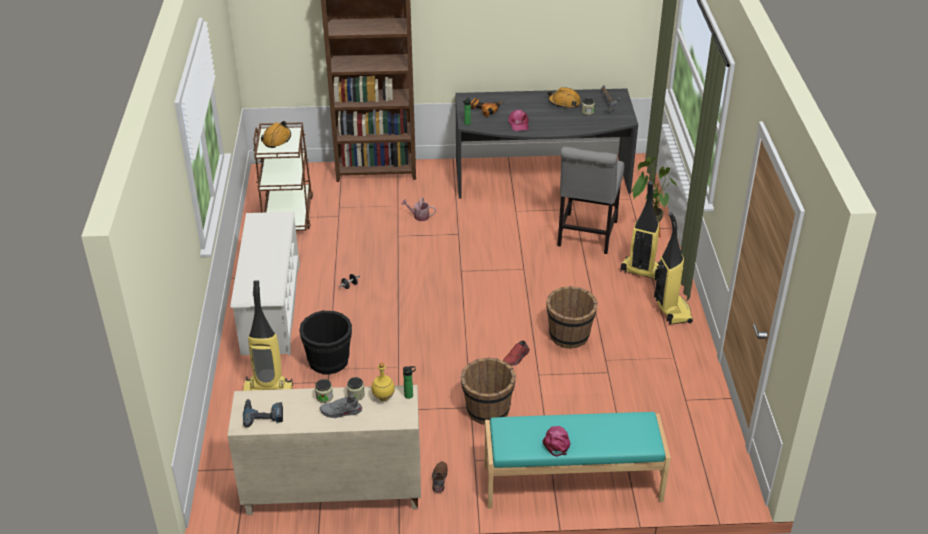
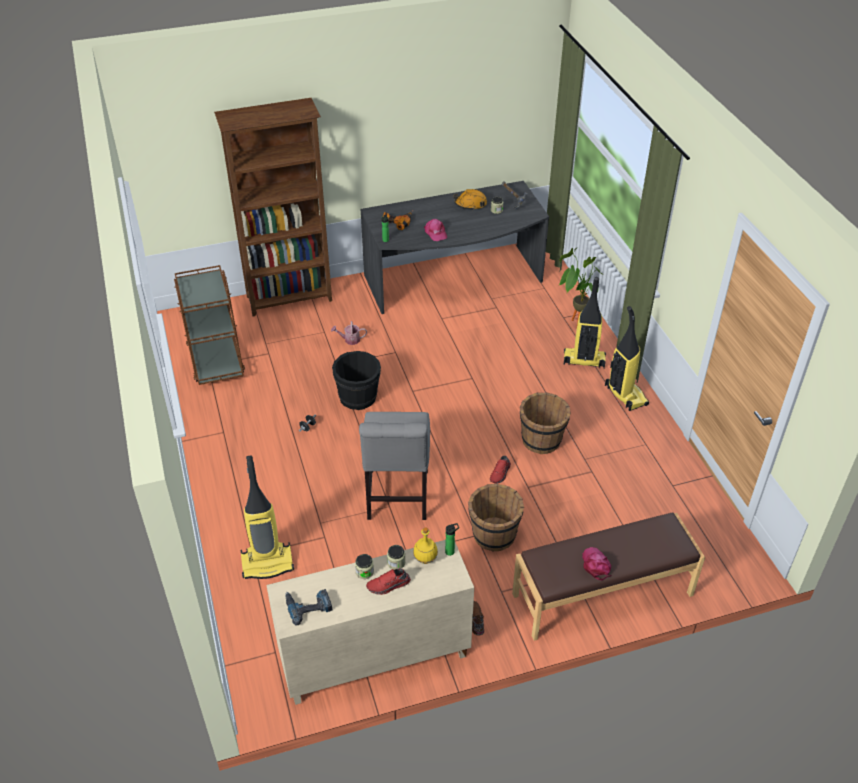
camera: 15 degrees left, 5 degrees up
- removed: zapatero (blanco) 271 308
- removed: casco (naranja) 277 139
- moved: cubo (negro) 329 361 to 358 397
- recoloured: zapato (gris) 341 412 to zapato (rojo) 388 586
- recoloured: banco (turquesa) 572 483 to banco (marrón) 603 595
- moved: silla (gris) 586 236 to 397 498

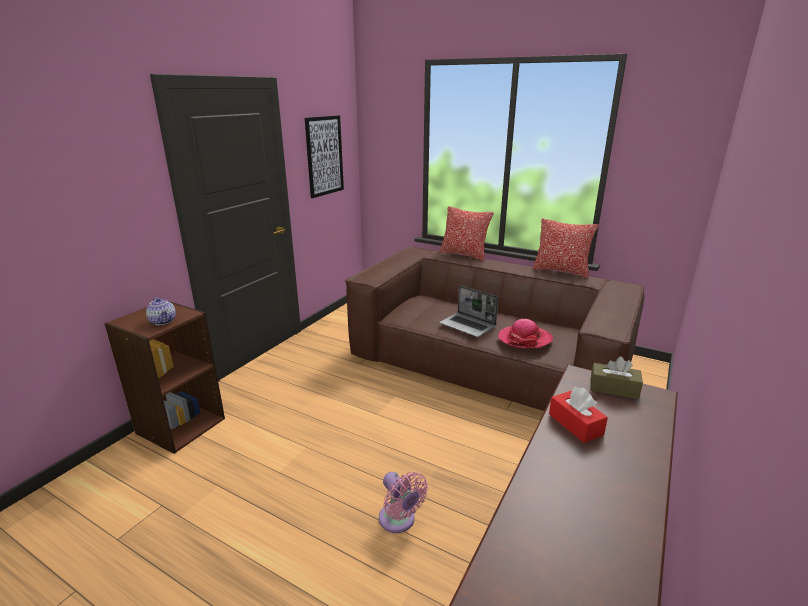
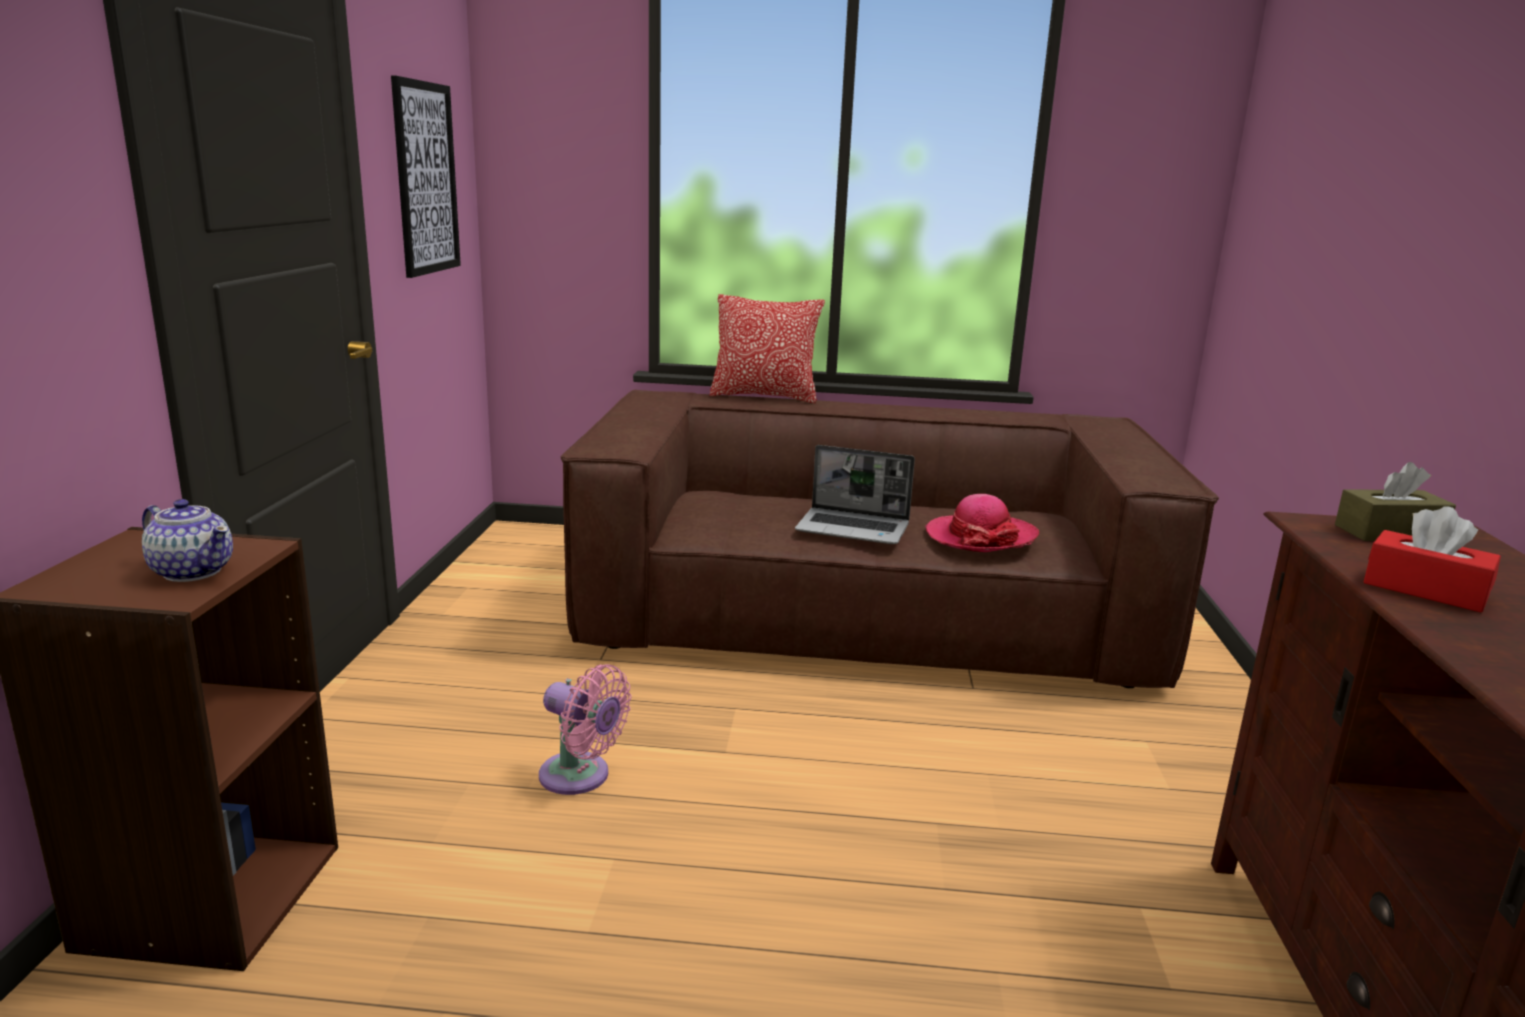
camera: 25 degrees left, 5 degrees down
- moved: ventilador (rosa) 399 521 to 580 777
- removed: cojín 561 271

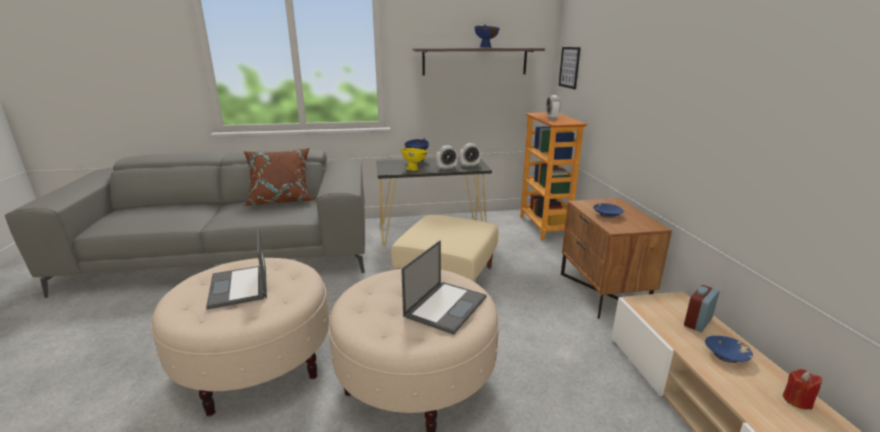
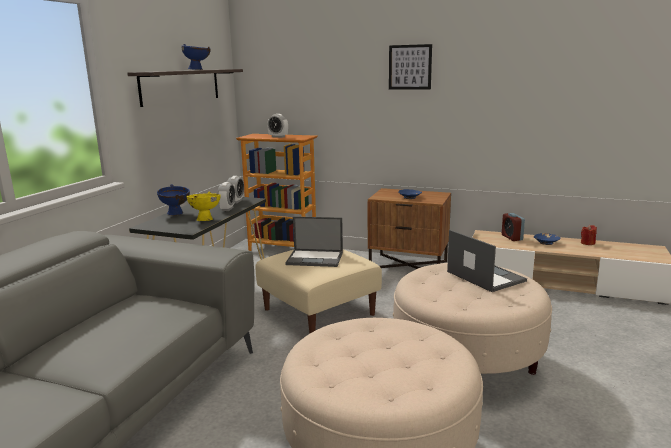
camera: 60 degrees left, 5 degrees down
- moved: portátil 239 287 to 315 258
- removed: cojín (marrón) 281 200
- moved: cuadro 569 67 to 410 67

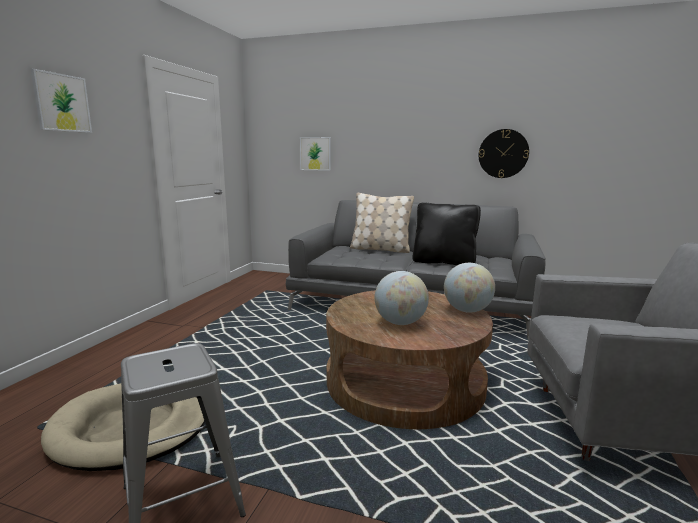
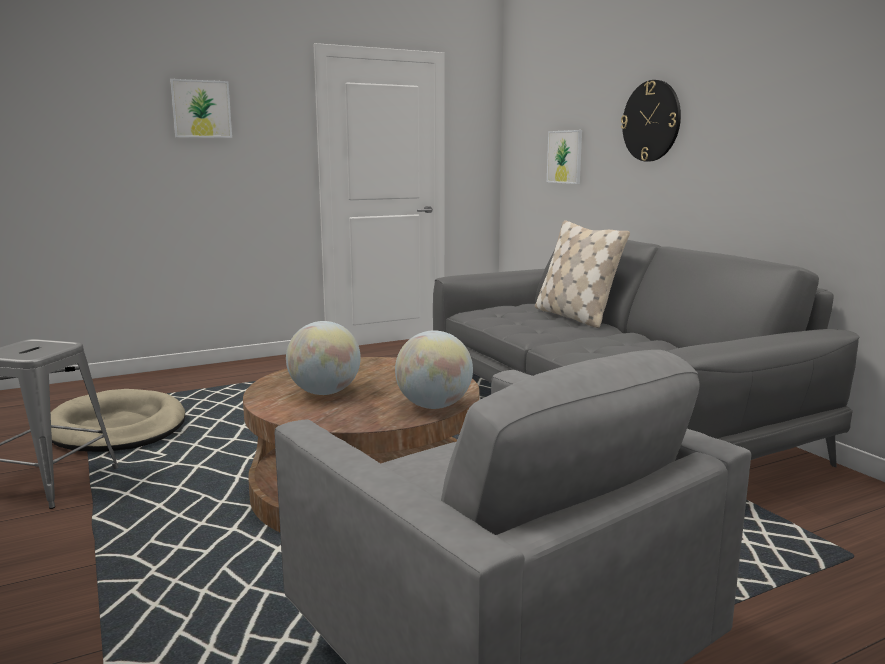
camera: 45 degrees right, 0 degrees up
- removed: cojín (negro) 443 262
- moved: reloj de pared 503 153 to 651 121

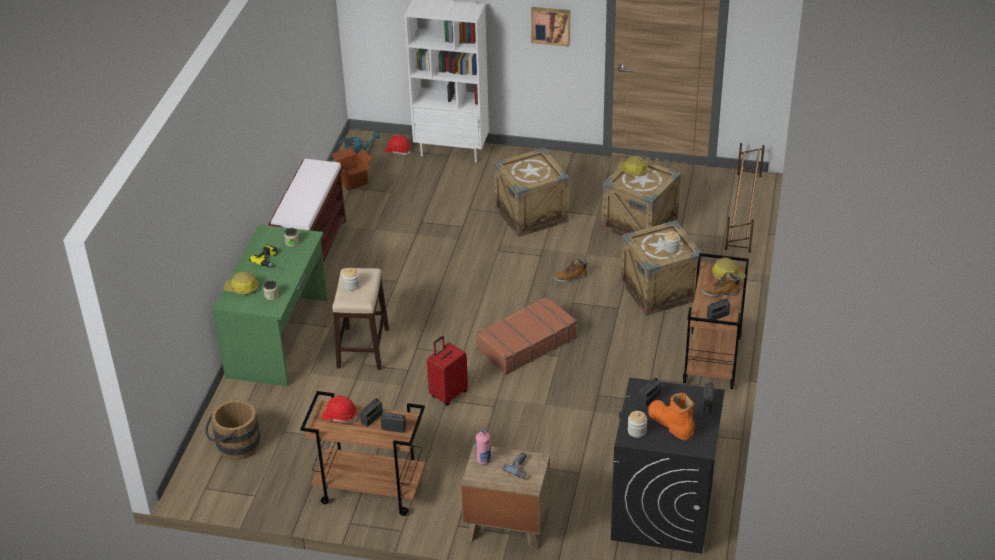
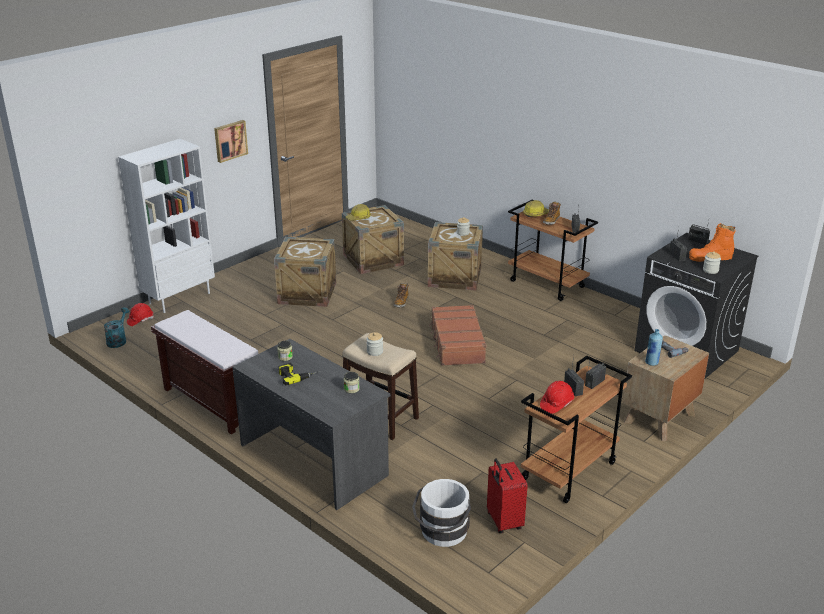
camera: 60 degrees left, 10 degrees down
- recoloured: cubo (marrón) 234 445 to cubo (blanco) 442 534
- recoloured: escritorio (verde) 279 337 to escritorio (gris) 314 459
- removed: casco 242 288
- removed: caja de cartón 353 181
- moved: maleta (rojo) 448 394 to 503 522
- recoloured: botella (rosa) 483 460 to botella (azul) 652 363
- removed: zapatero (marrón) 743 212

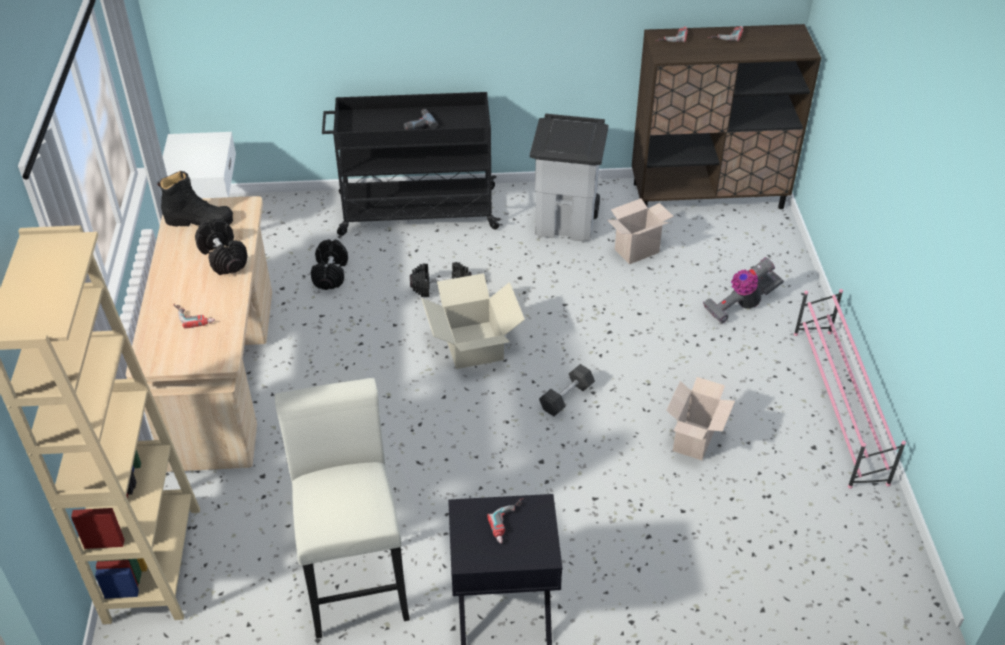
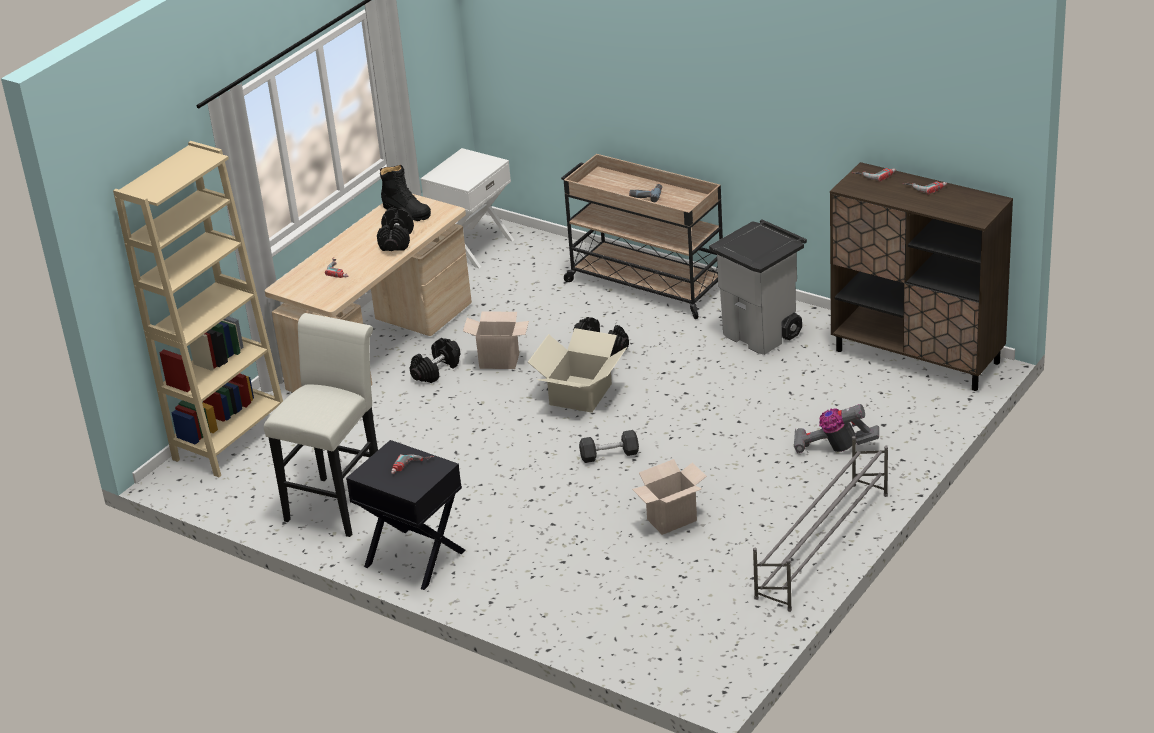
camera: 40 degrees right, 10 degrees down
- moved: mancuerna (negro) 331 274 to 436 370
- recoloured: carrito (negro) 416 211 to carrito (beis) 645 284
- moved: caja de cartón 637 250 to 500 361
- recoloured: zapatero (rosa) 838 405 to zapatero (gris) 821 546

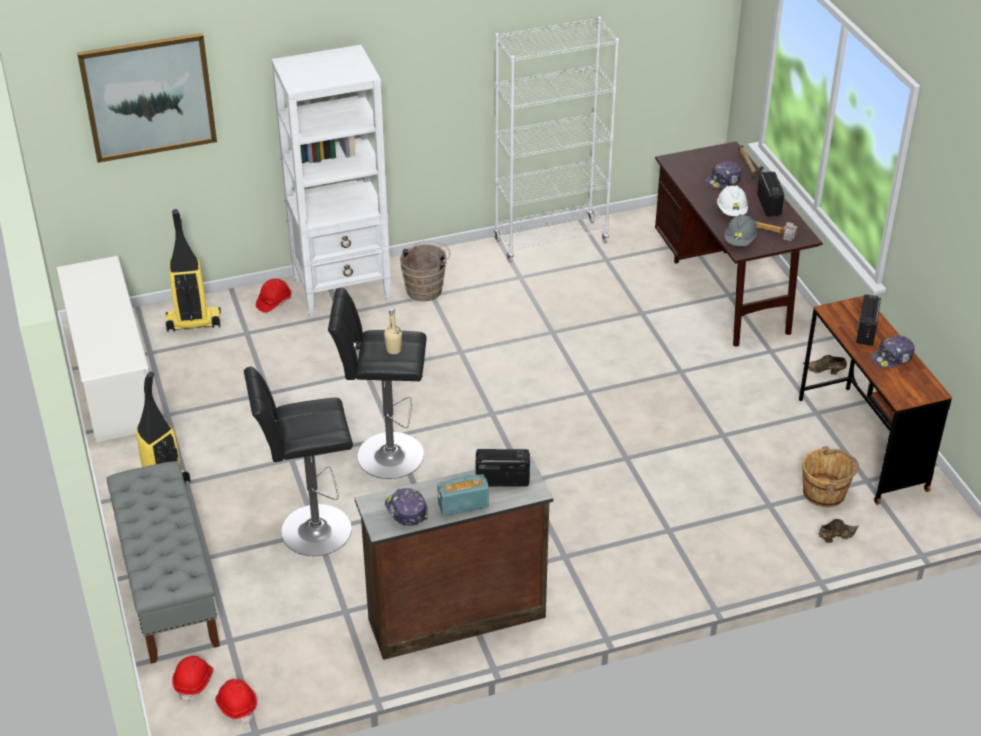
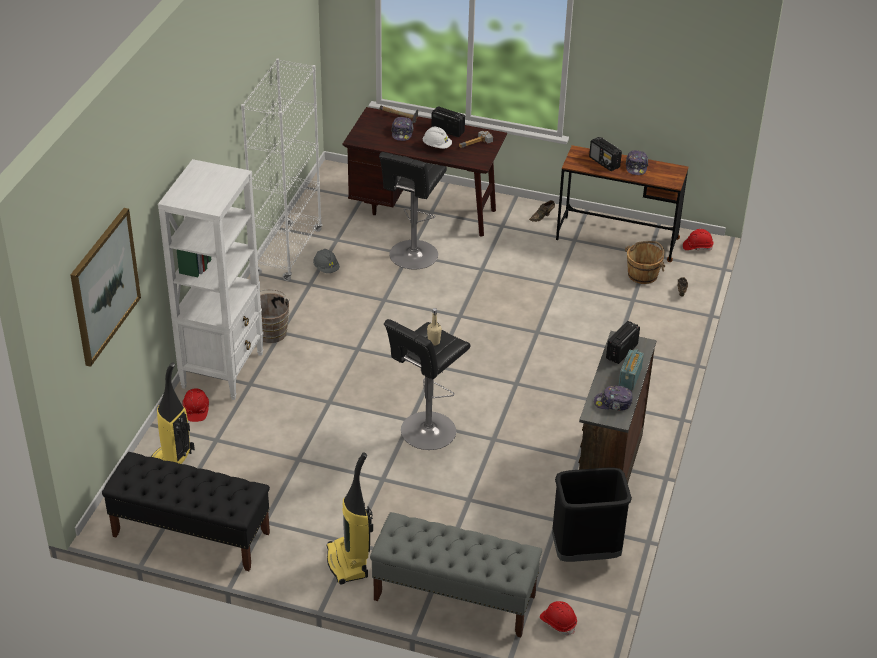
camera: 55 degrees left, 0 degrees up
- replaced: zapatero (blanco) 113 380 to banco (negro) 190 534
- moved: casco (rojo) 237 705 to 697 247
- moved: taburete (negro) 310 531 to 412 256
- moved: casco (gris) 740 240 to 326 268
- added: papelera (negro) 586 552

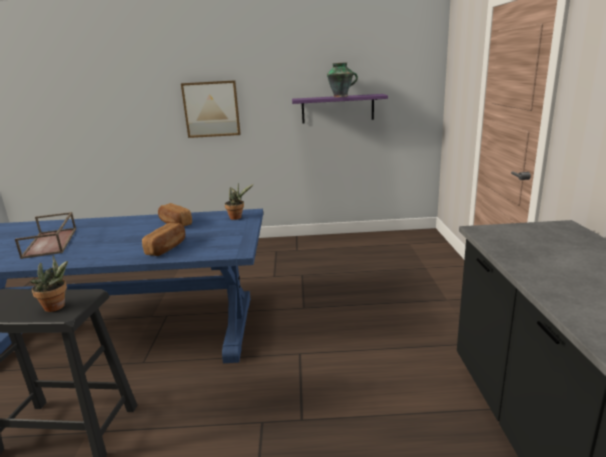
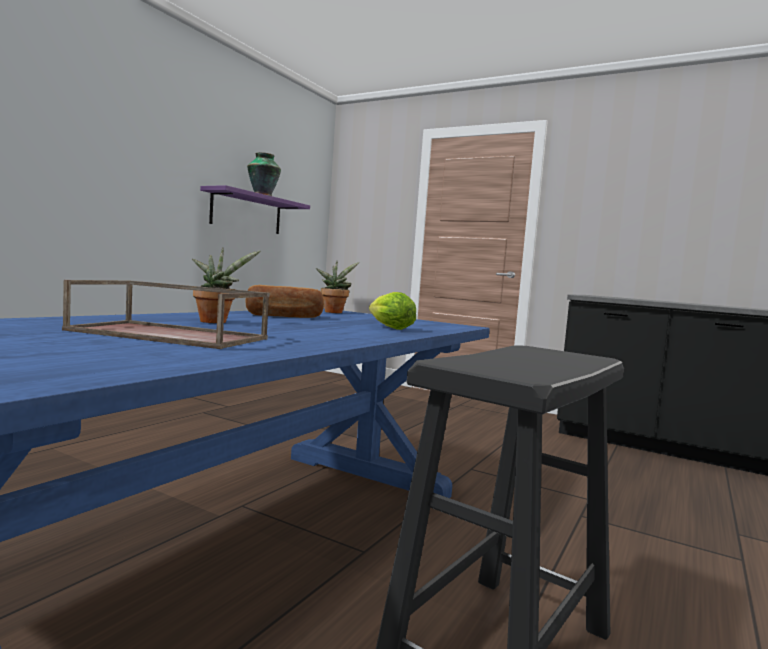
camera: 60 degrees left, 15 degrees down
- moved: planta en maceta 58 307 to 216 321
- replaced: pan 167 248 to lechuga 388 328
- removed: cuadro 211 109

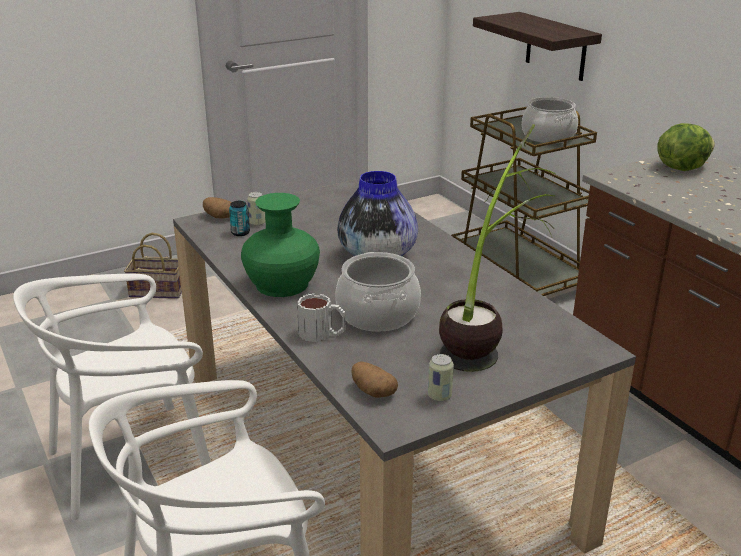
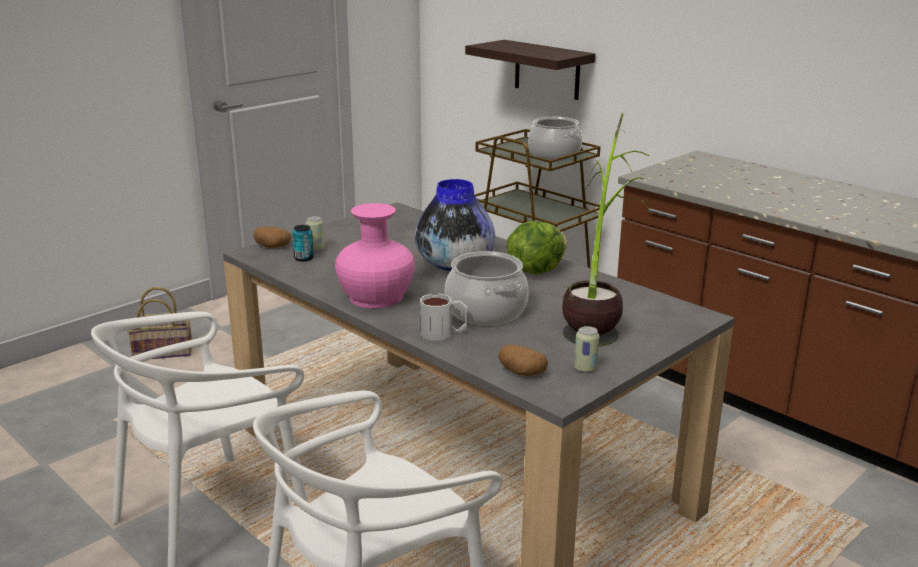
camera: 15 degrees left, 5 degrees down
- recoloured: florero (verde) 282 284 to florero (rosa) 376 297
- moved: lechuga 681 167 to 535 270

